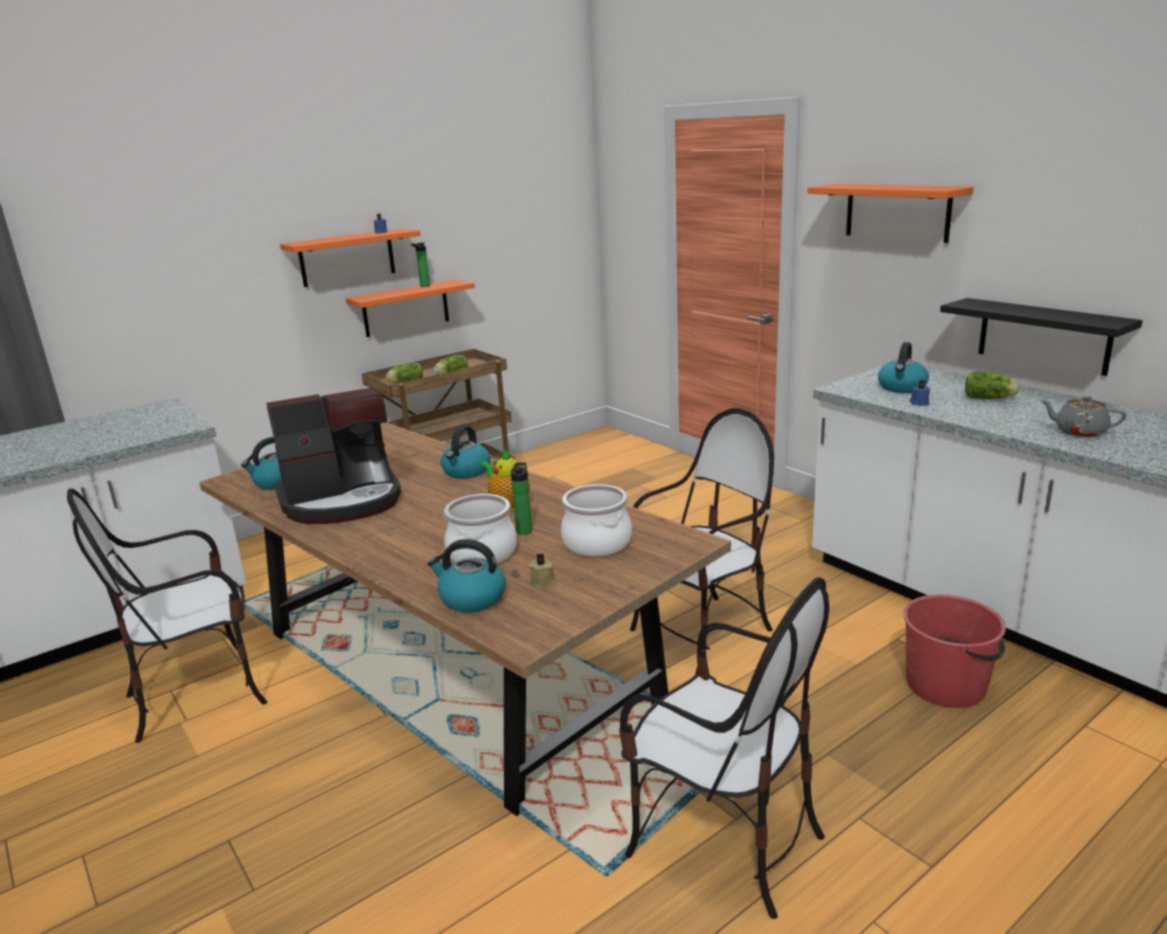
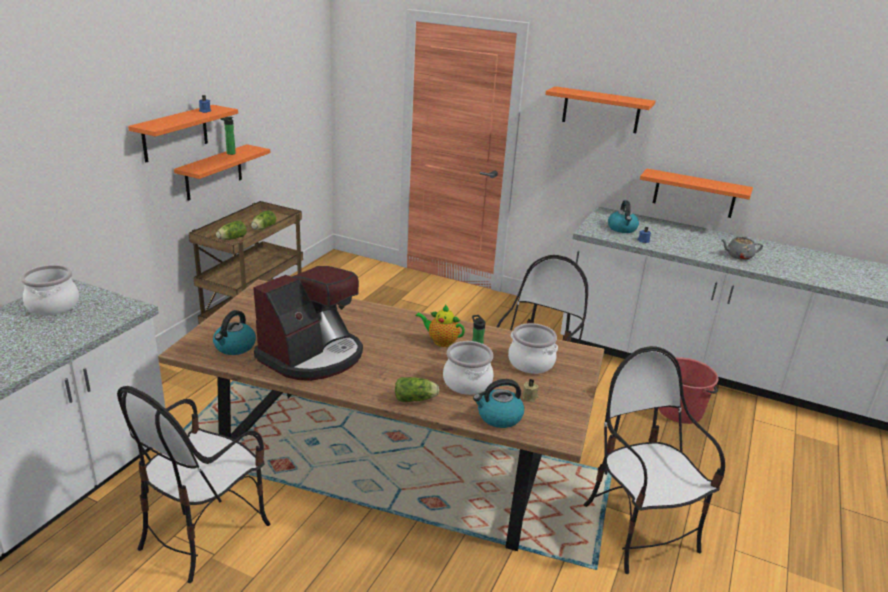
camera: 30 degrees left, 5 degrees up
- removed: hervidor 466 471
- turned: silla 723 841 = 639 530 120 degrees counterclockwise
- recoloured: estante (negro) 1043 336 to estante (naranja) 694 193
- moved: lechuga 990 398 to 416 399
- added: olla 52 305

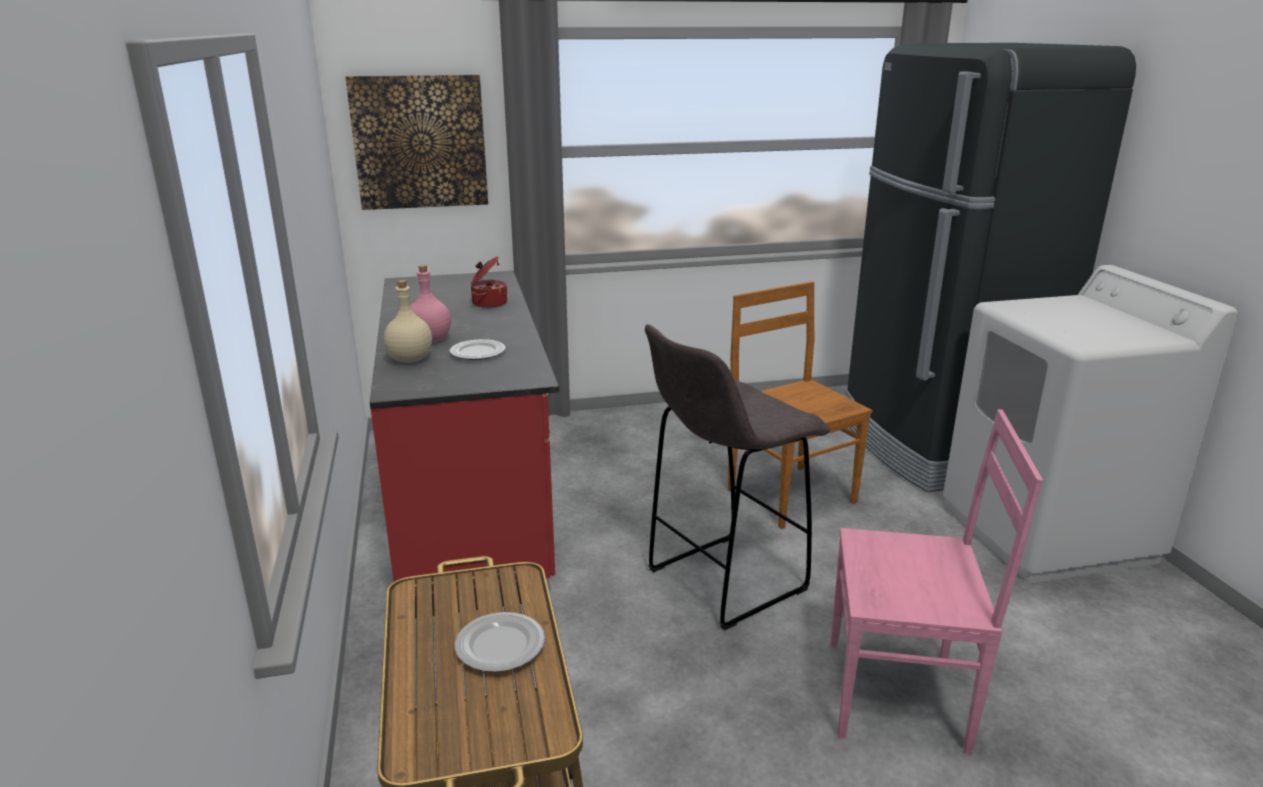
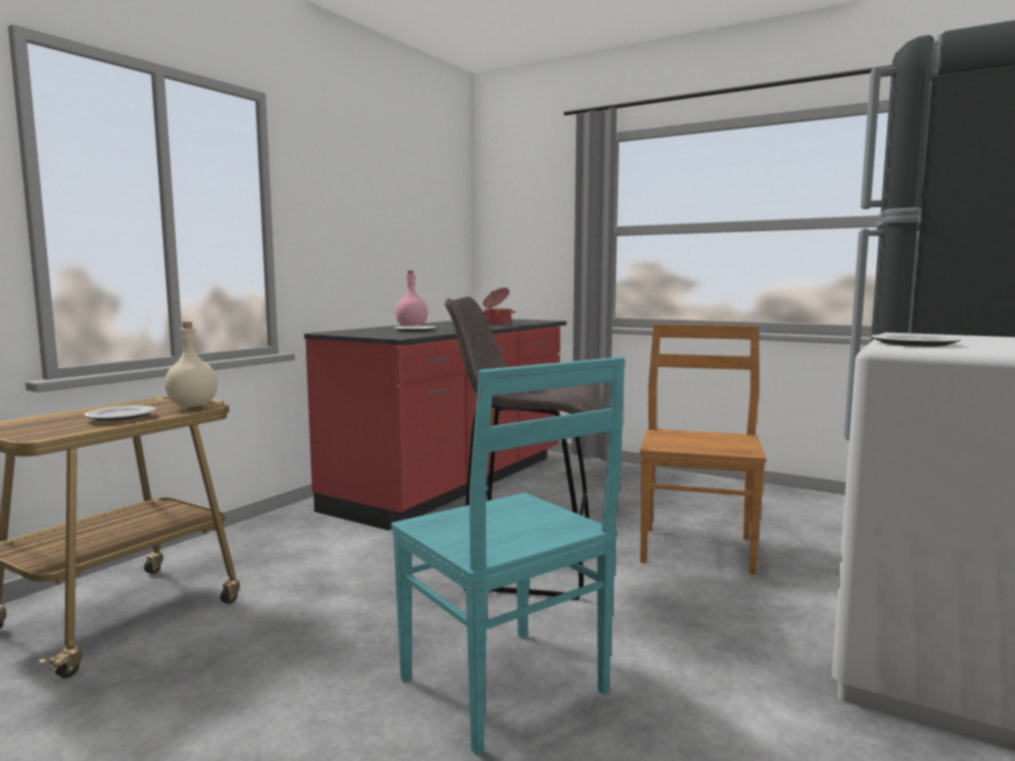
camera: 45 degrees right, 15 degrees down
- removed: cuadro 420 142
- moved: botella (beis) 409 360 to 192 406
- recoloured: silla (rosa) 901 695 to silla (turquesa) 506 689
- added: plato 913 344

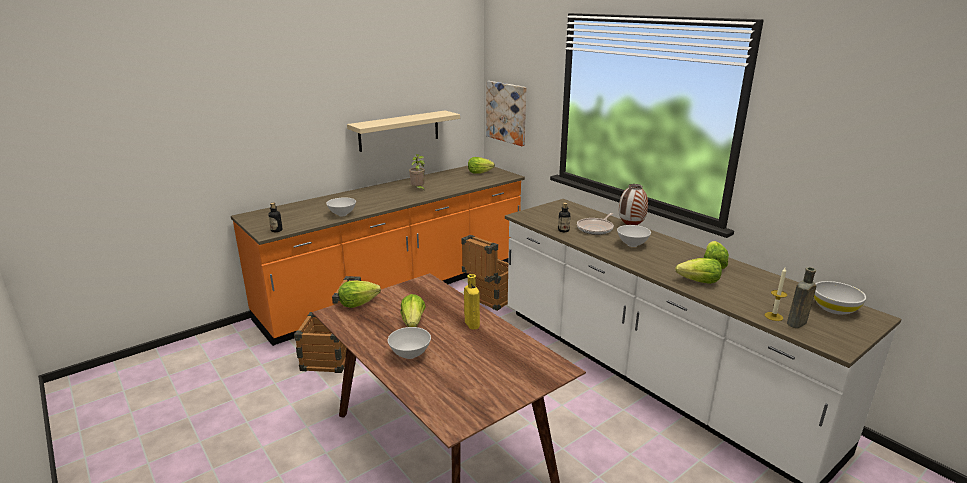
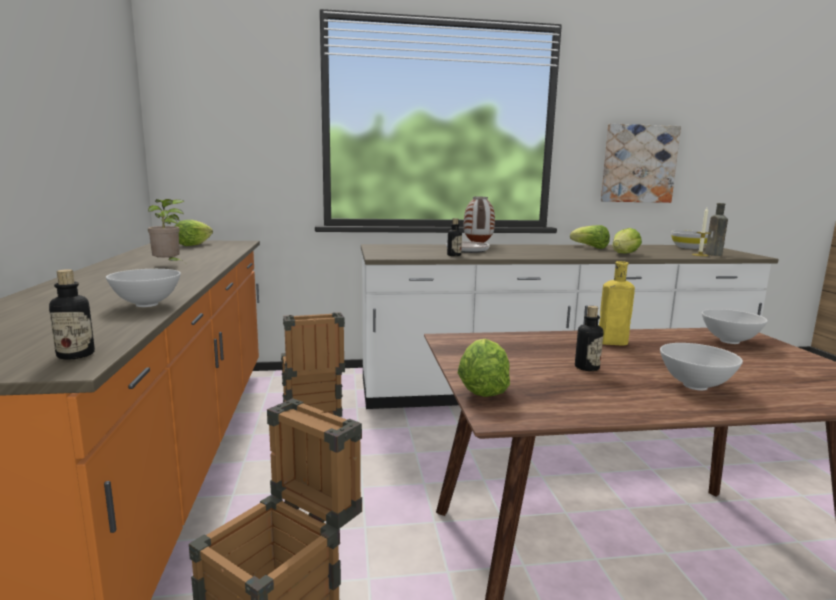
camera: 60 degrees left, 10 degrees down
- removed: estante (beis) 399 130
- replaced: lechuga 413 323 to botella 587 367
- moved: cuadro 507 112 to 638 164
- moved: cuenco (blanco) 632 245 to 729 341

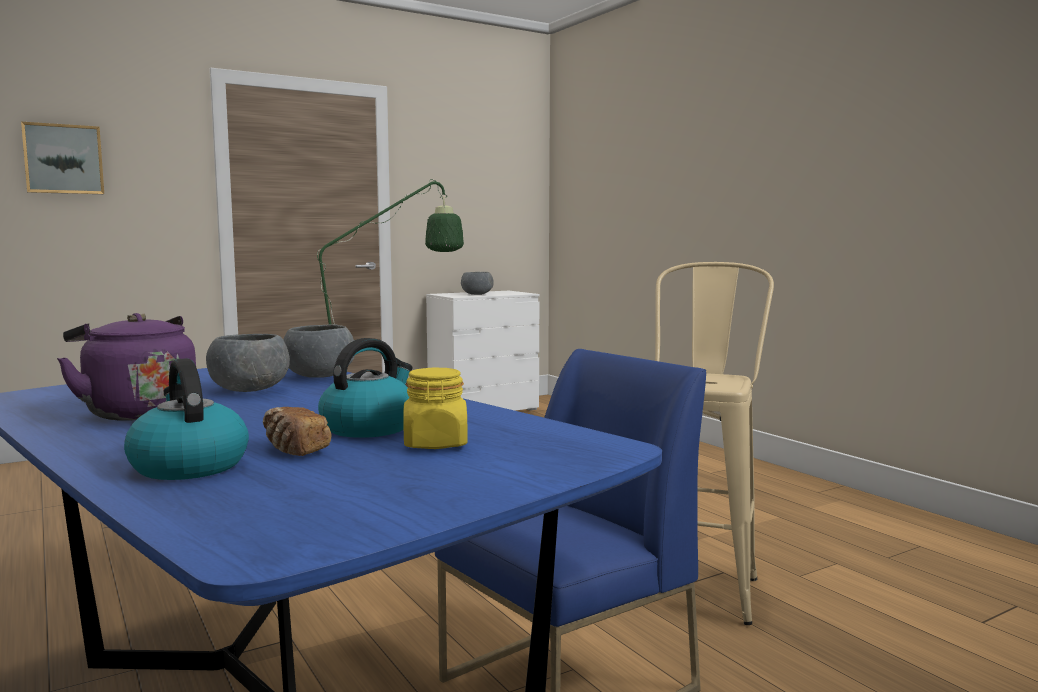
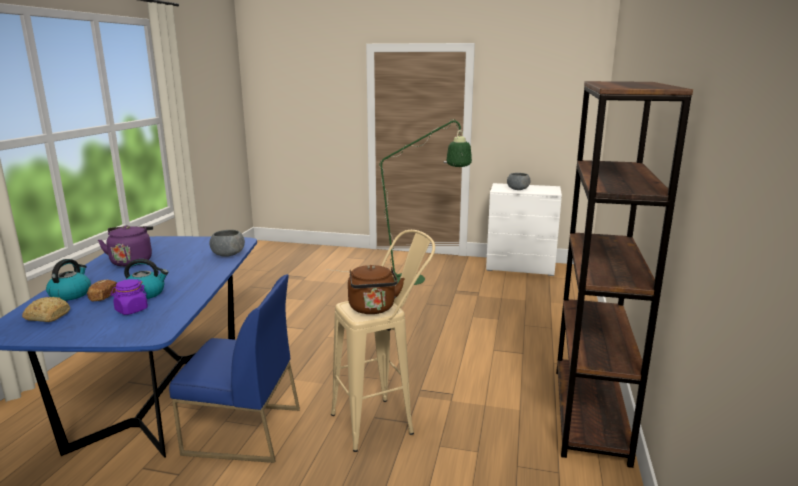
camera: 45 degrees right, 10 degrees up
- removed: cuadro 63 159
- removed: cuenco (gris) 250 390
- recoloured: tarro (amarillo) 435 444 to tarro (morado) 131 310
- added: pan 47 316
- added: hervidor (marrón) 373 309
- added: estantería (marrón) 589 414

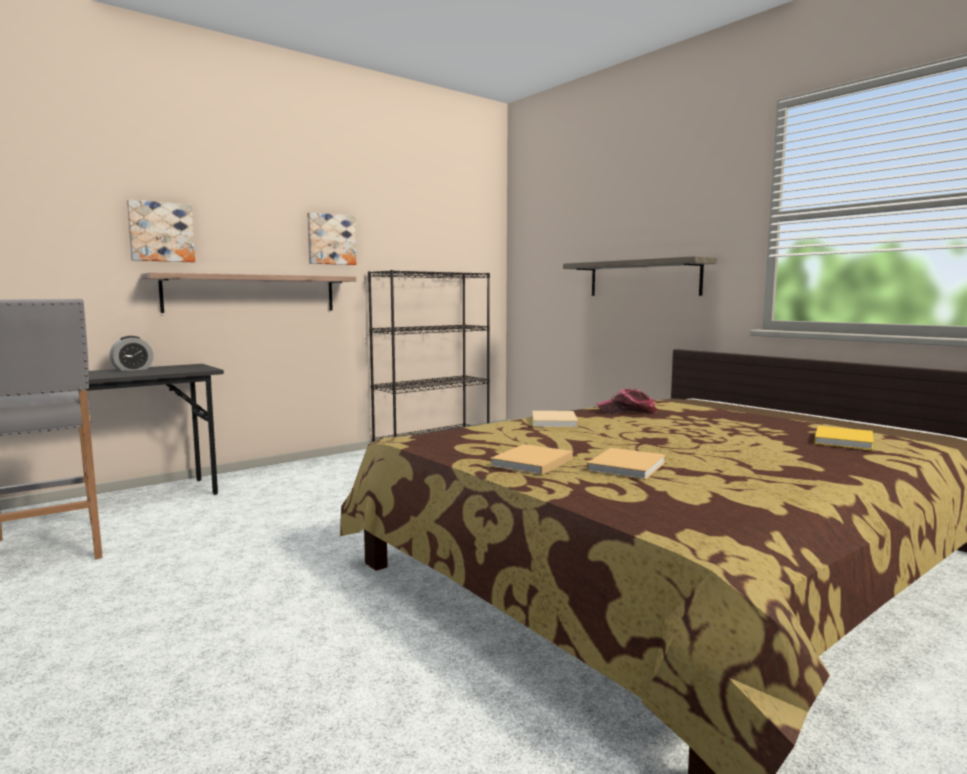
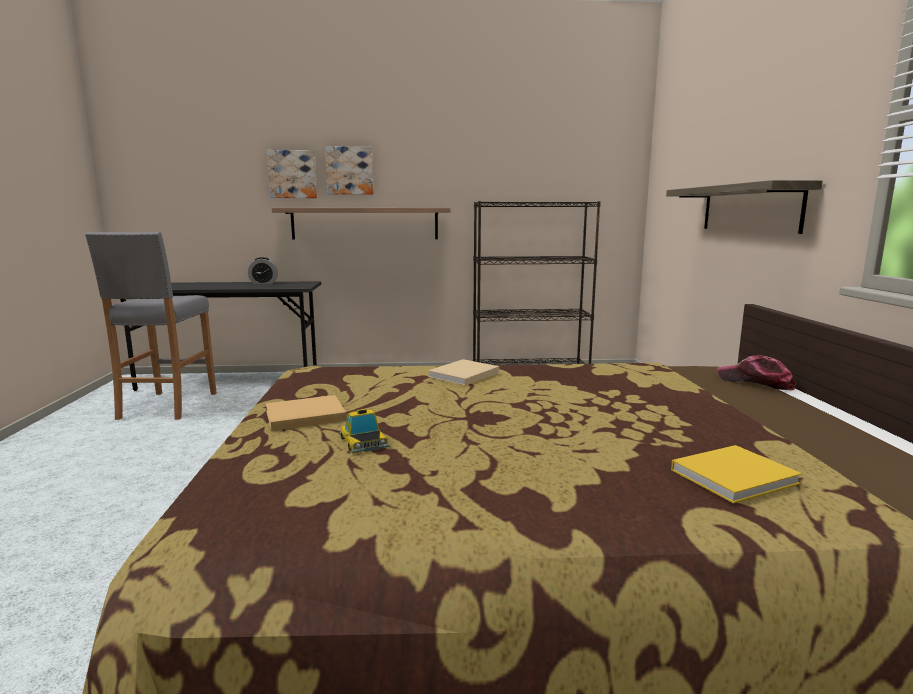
camera: 35 degrees right, 5 degrees up
- moved: cuadro 331 239 to 350 170
- replaced: libro (beis) 627 466 to coche de juguete 364 441
- moved: gorra 627 411 to 755 382

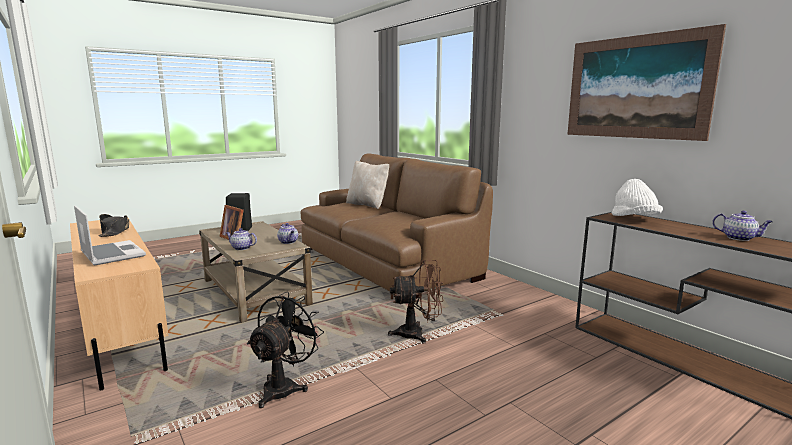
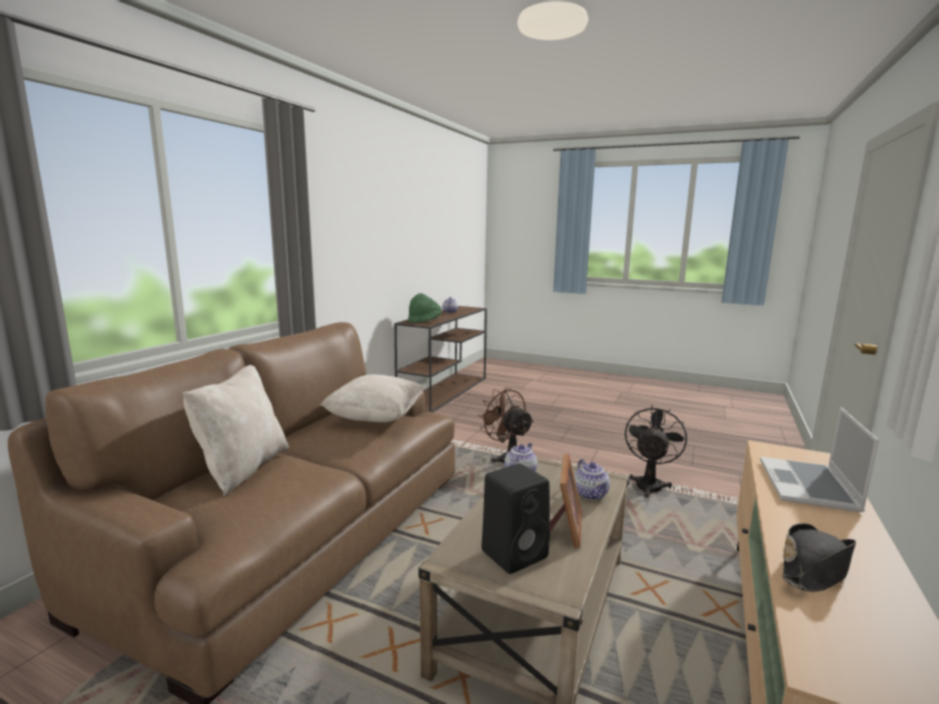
camera: 120 degrees left, 0 degrees up
- turned: ventilador (negro) 284 387 = 649 484 120 degrees clockwise
- removed: cuadro 636 87
- recoloured: sombrero (blanco) 634 219 to sombrero (verde) 424 321
- added: cojín (beis) 375 418

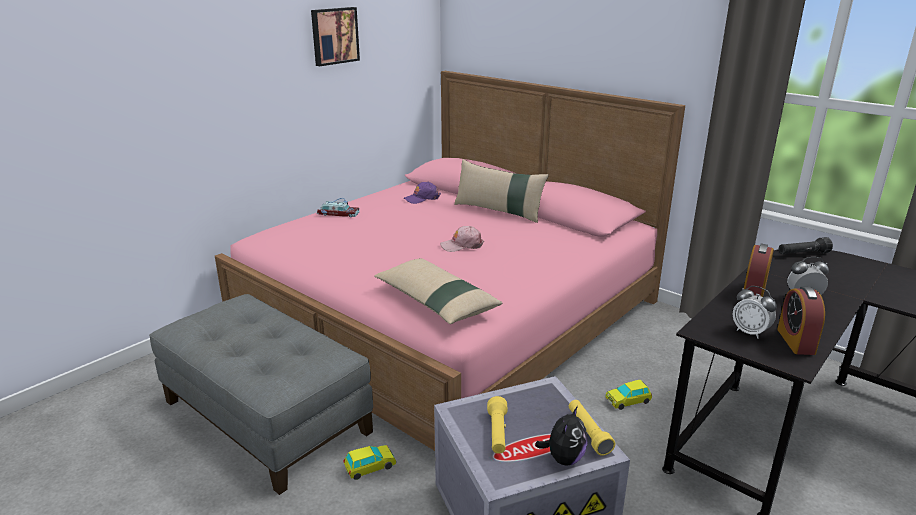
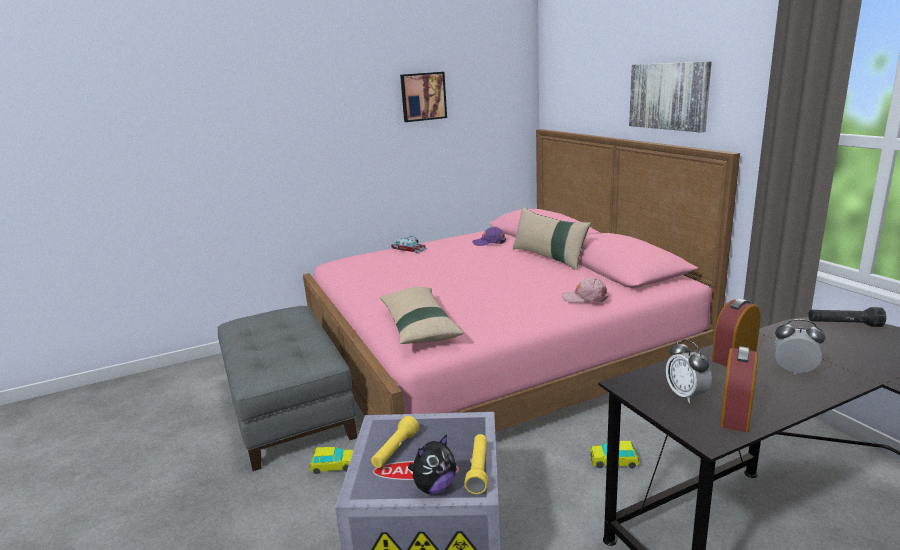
camera: 25 degrees right, 5 degrees down
- moved: gorra (rosa) 462 245 to 585 298
- added: cuadro 669 96

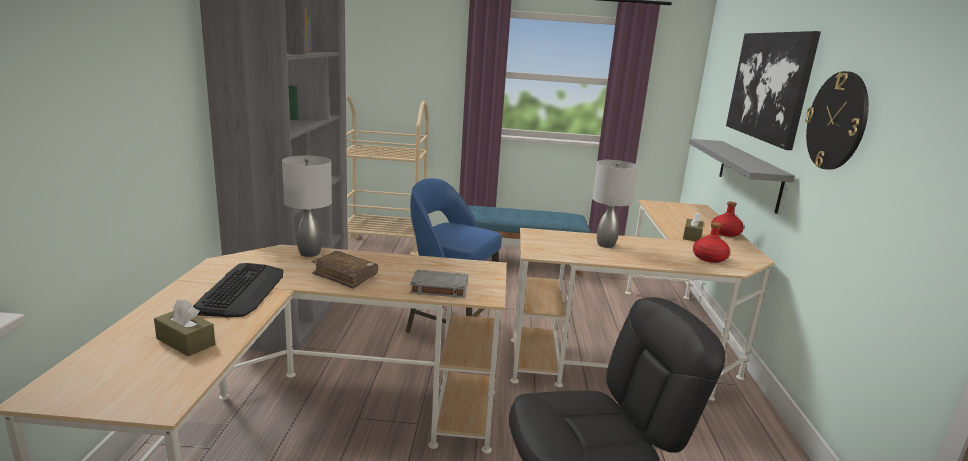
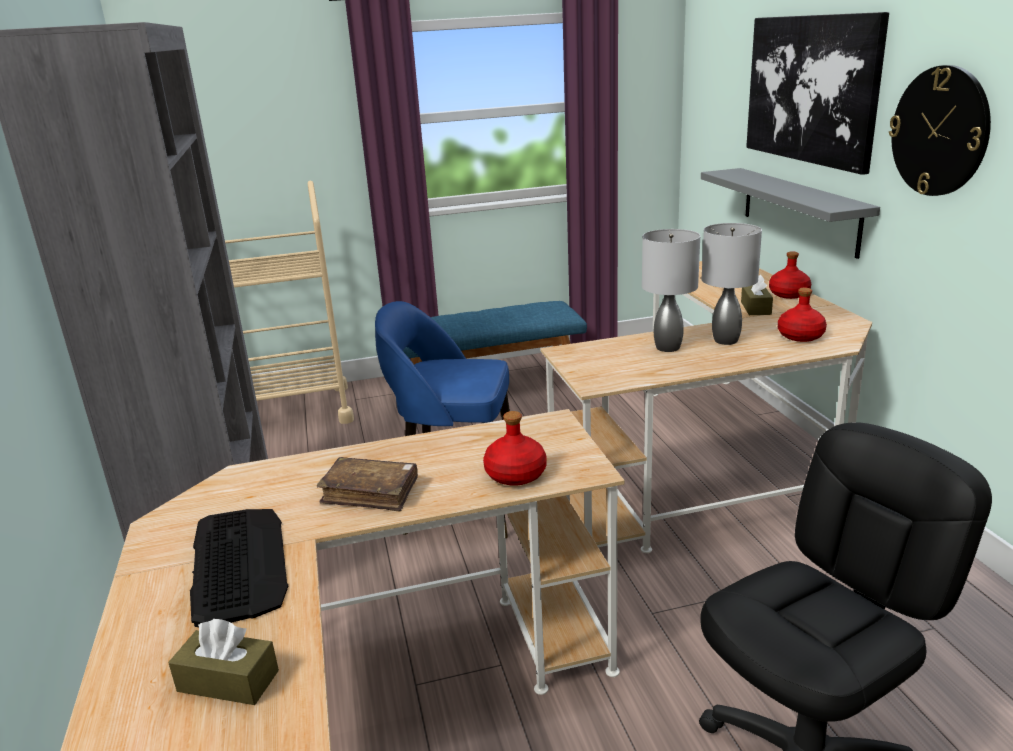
camera: 15 degrees left, 5 degrees up
- moved: lámpara de mesa (gris) 310 253 to 726 340
- replaced: libro (gris) 438 288 to botella (rojo) 515 475

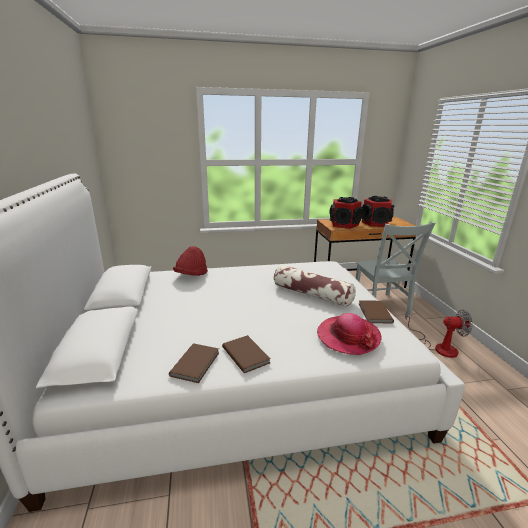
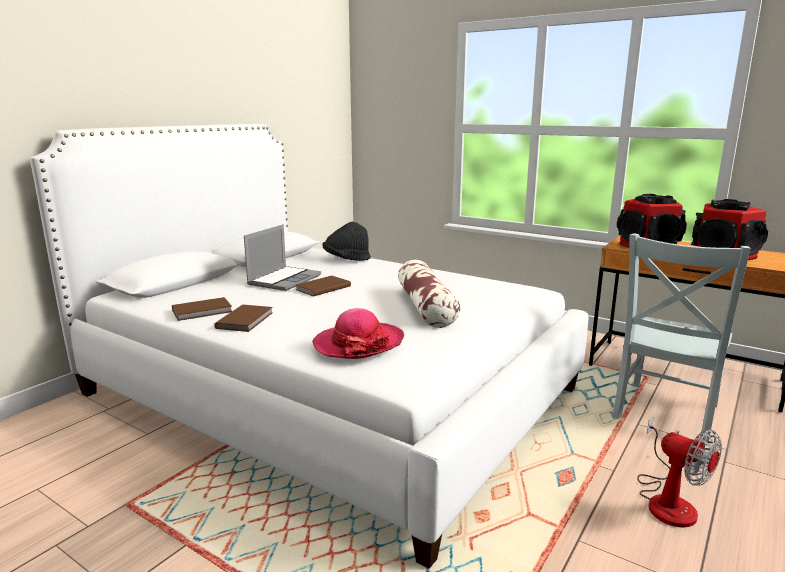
camera: 45 degrees right, 5 degrees down
- recoloured: sombrero (rojo) 191 275 to sombrero (negro) 346 260
- moved: libro (marrón) 374 313 to 322 288
- added: portátil 284 279

